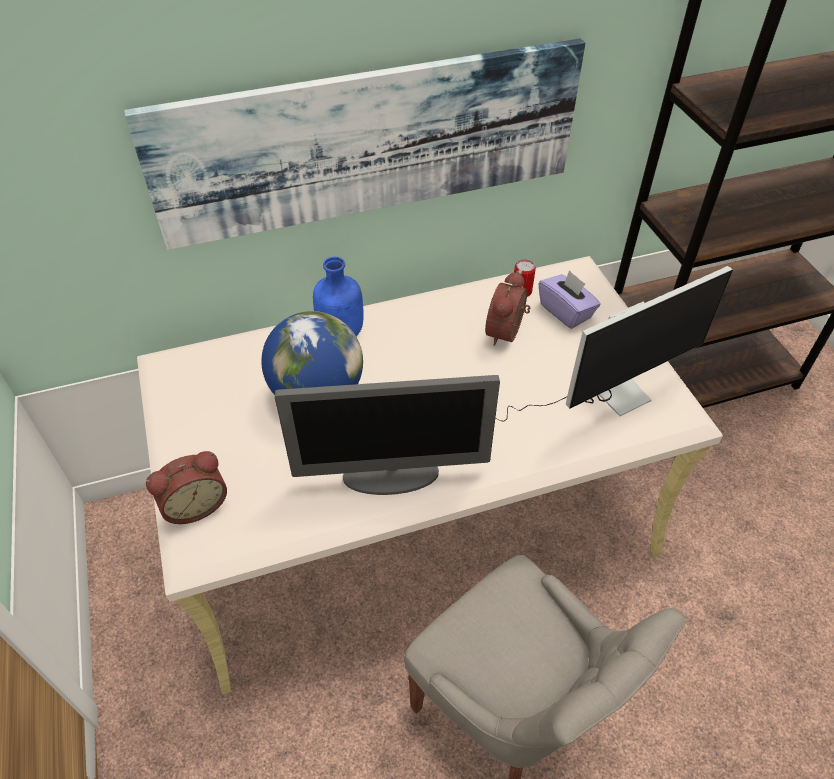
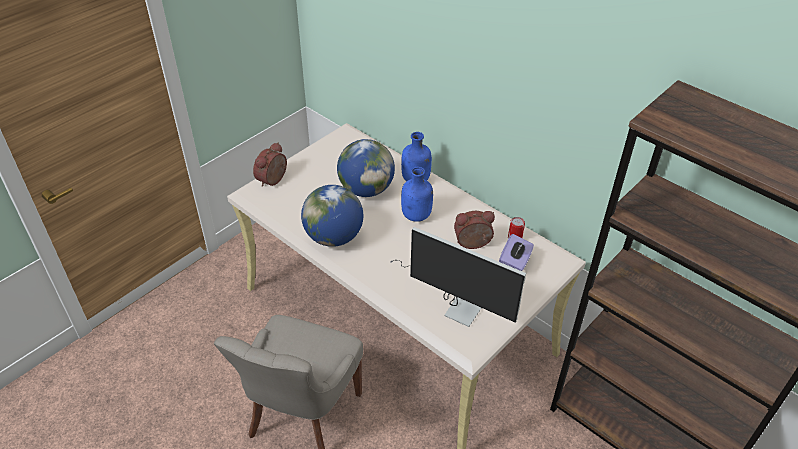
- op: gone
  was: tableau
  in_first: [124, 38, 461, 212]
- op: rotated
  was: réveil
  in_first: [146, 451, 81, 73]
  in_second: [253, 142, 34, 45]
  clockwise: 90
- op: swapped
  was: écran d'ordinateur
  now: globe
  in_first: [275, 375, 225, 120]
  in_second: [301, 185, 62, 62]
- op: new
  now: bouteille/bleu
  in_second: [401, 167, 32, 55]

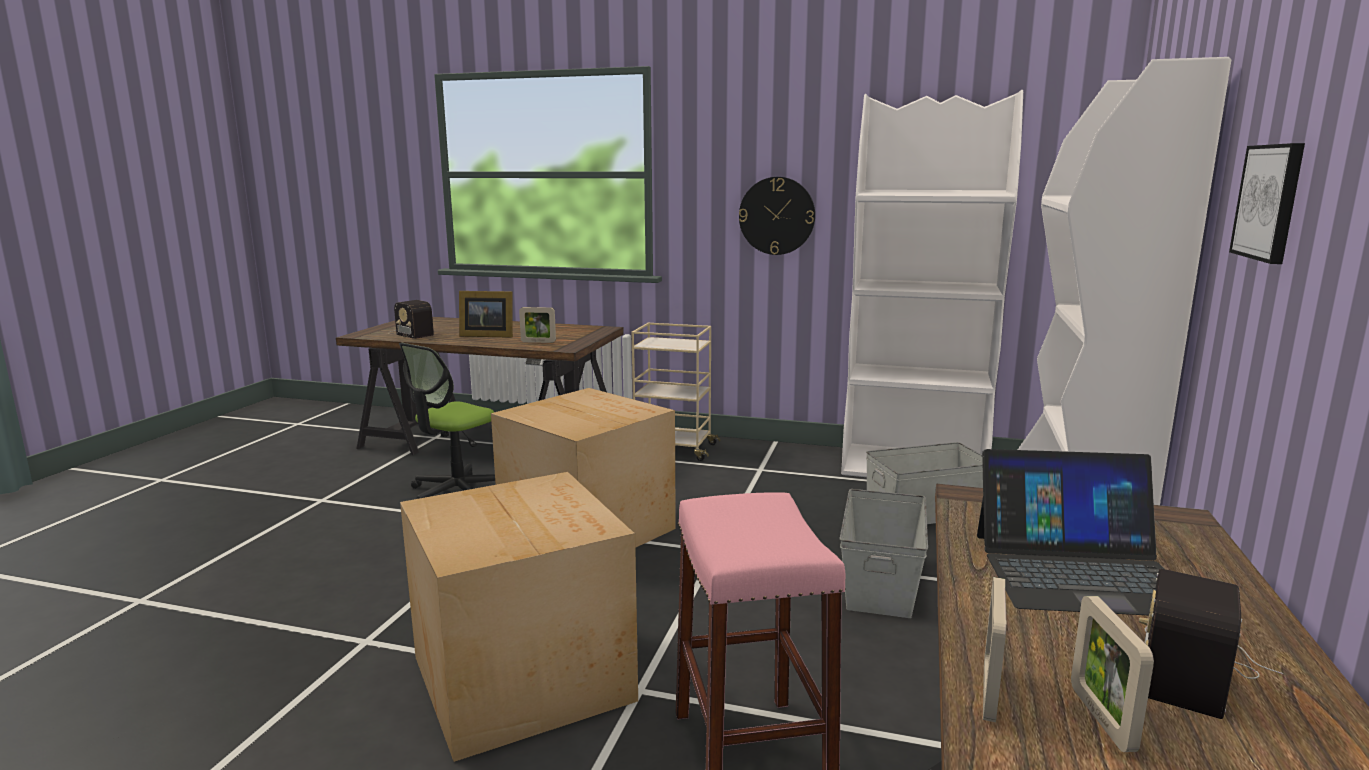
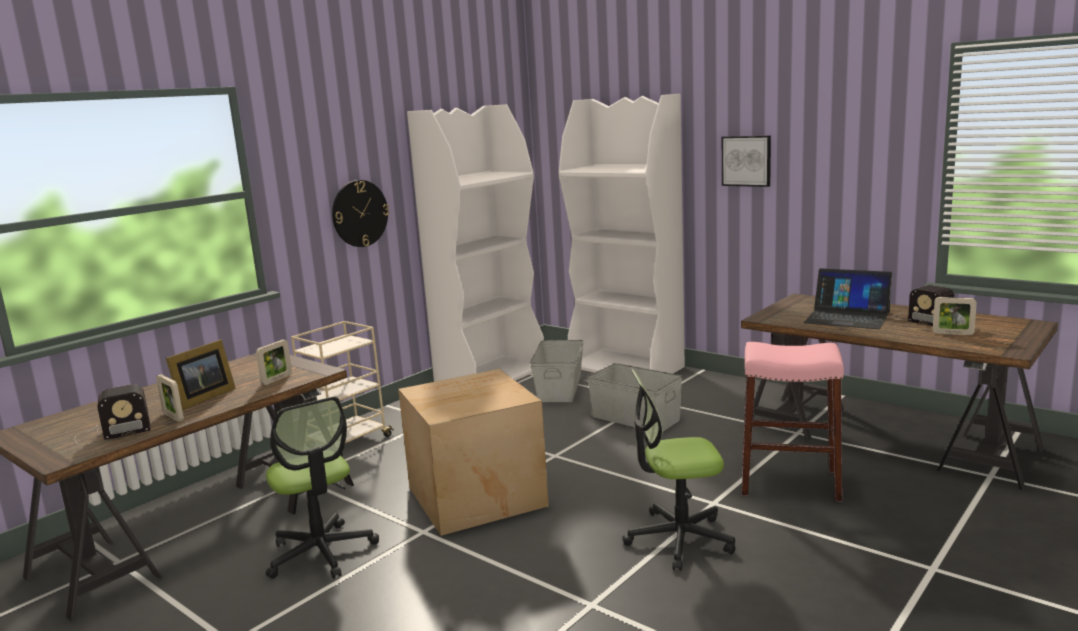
- op: swapped
  was: carton
  now: chaise de bureau
  in_first: [400, 472, 238, 290]
  in_second: [622, 369, 114, 202]
- op: rotated
  was: ordinateur portable
  in_first: [977, 449, 187, 166]
  in_second: [804, 268, 88, 61]
  clockwise: 90
- op: shifted
  was: cadre photo
  in_first: [983, 577, 23, 145]
  in_second: [156, 374, 28, 48]

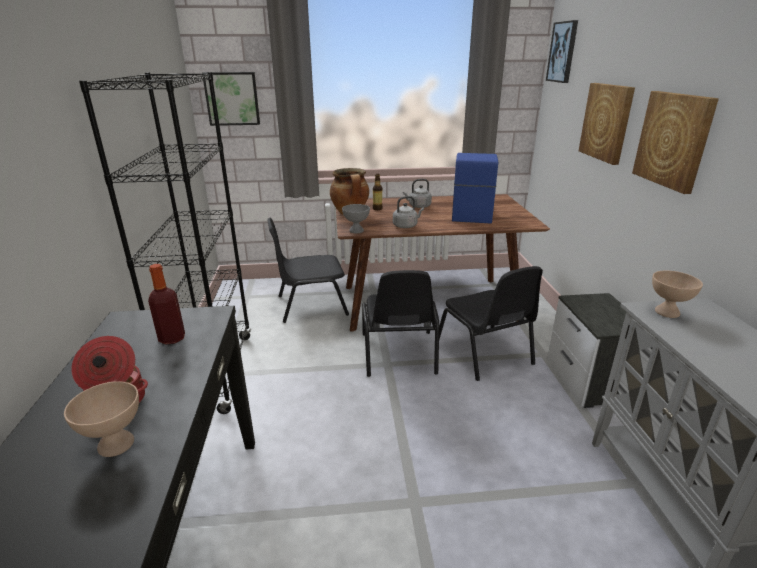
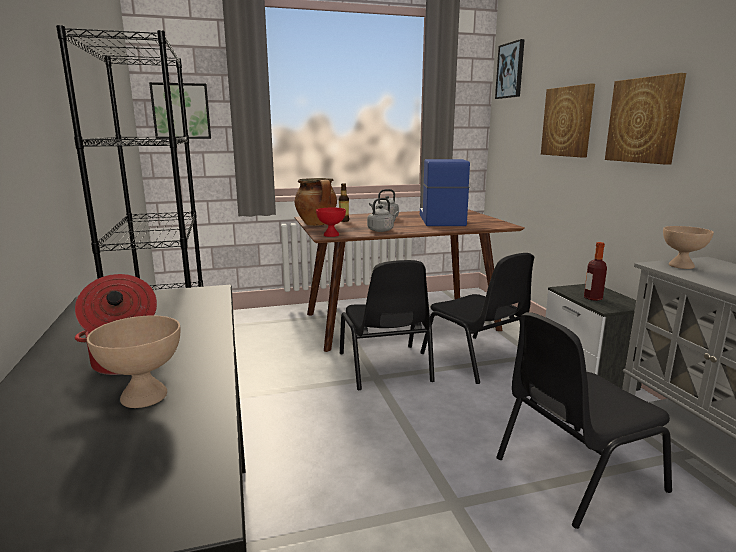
- op: shifted
  was: bouteille
  in_first: [148, 264, 37, 81]
  in_second: [584, 242, 23, 59]
- op: shifted
  was: chaise/noir
  in_first: [267, 218, 82, 105]
  in_second: [496, 312, 176, 217]
- op: repainted
  was: bol/gris
  now: bol/rouge
  in_first: [342, 204, 28, 29]
  in_second: [316, 207, 30, 30]

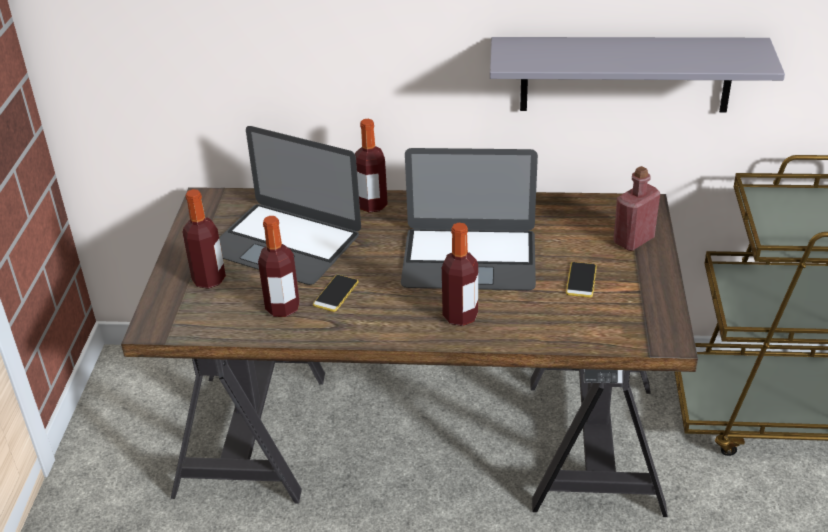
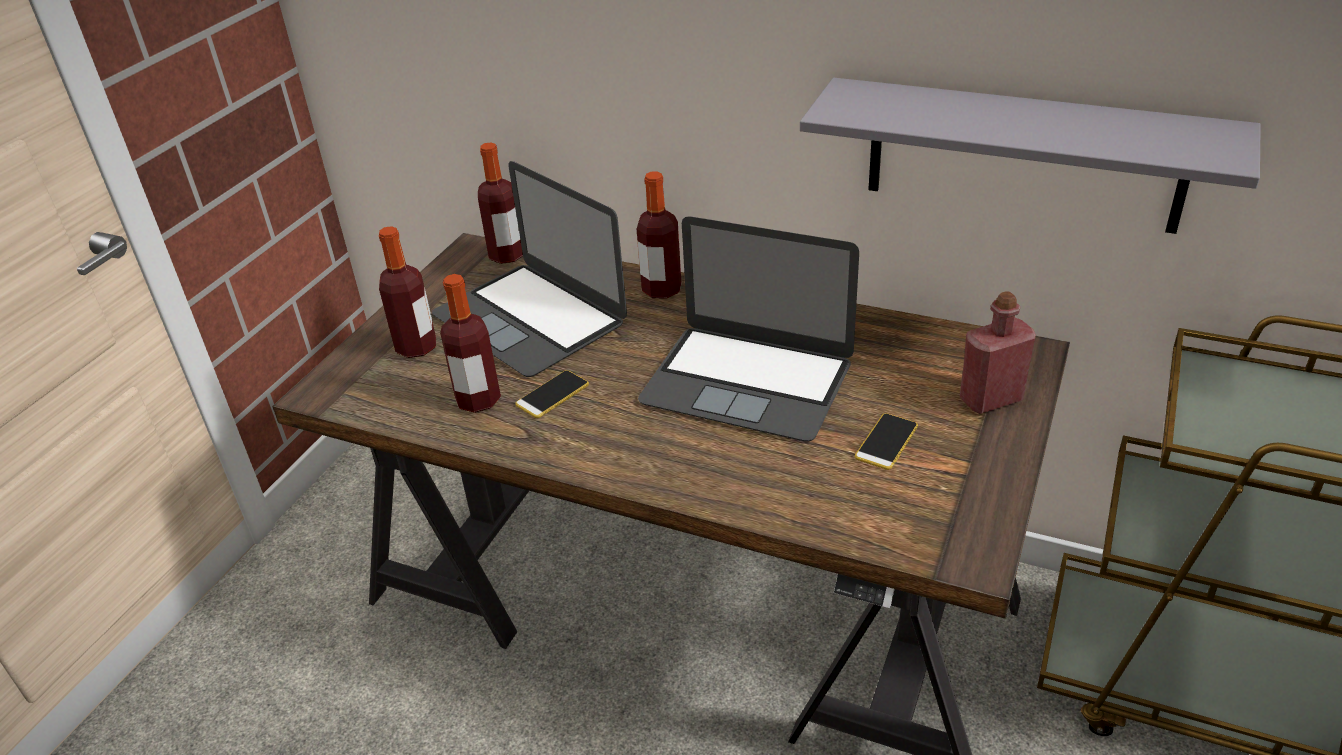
- op: shifted
  was: bouteille
  in_first: [442, 223, 36, 103]
  in_second: [478, 142, 45, 122]

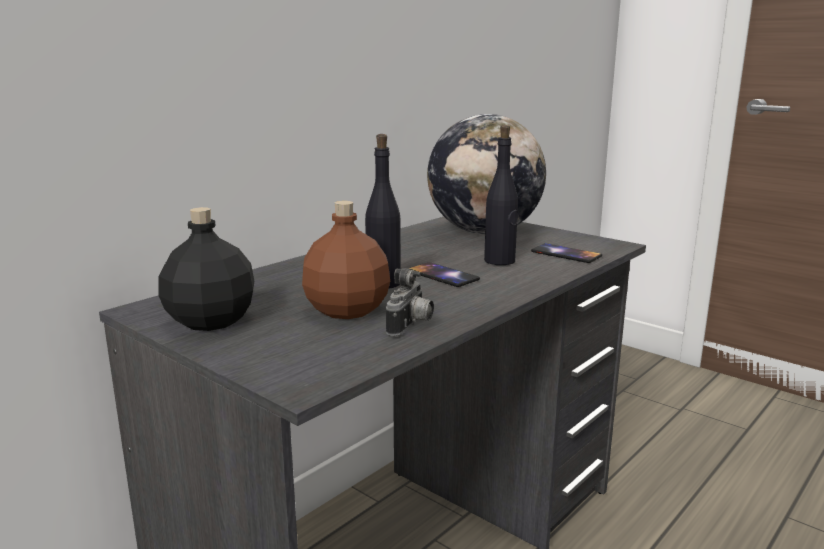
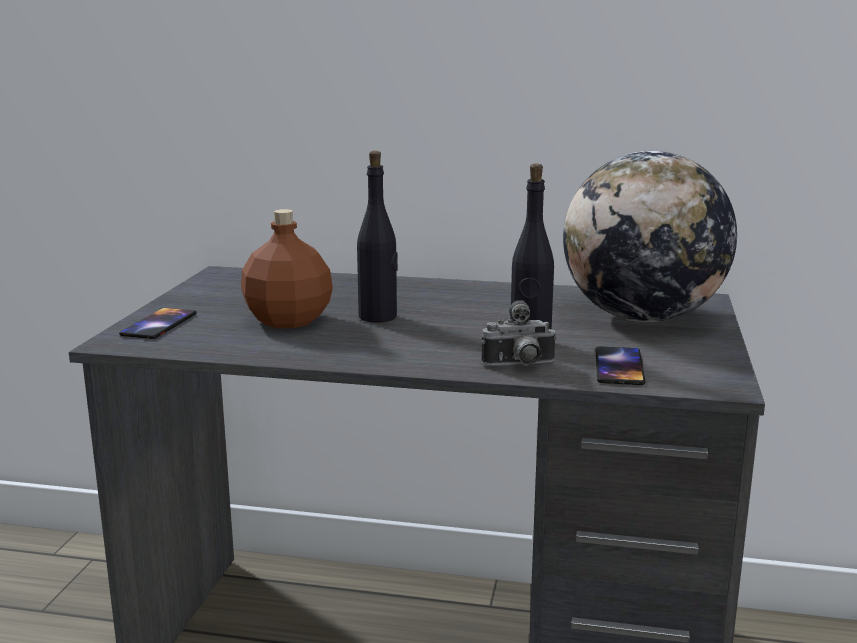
- op: gone
  was: bouteille/noir
  in_first: [158, 207, 96, 124]
- op: shifted
  was: appareil photo
  in_first: [386, 268, 48, 68]
  in_second: [481, 300, 76, 66]
- op: shifted
  was: téléphone
  in_first: [409, 262, 71, 25]
  in_second: [119, 308, 77, 31]

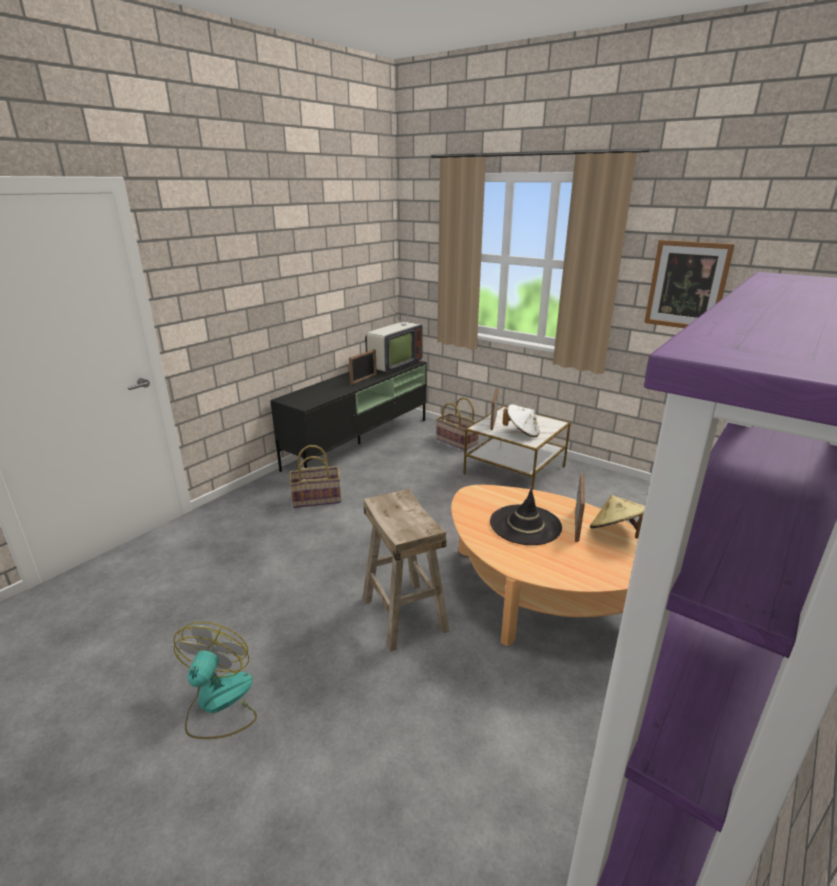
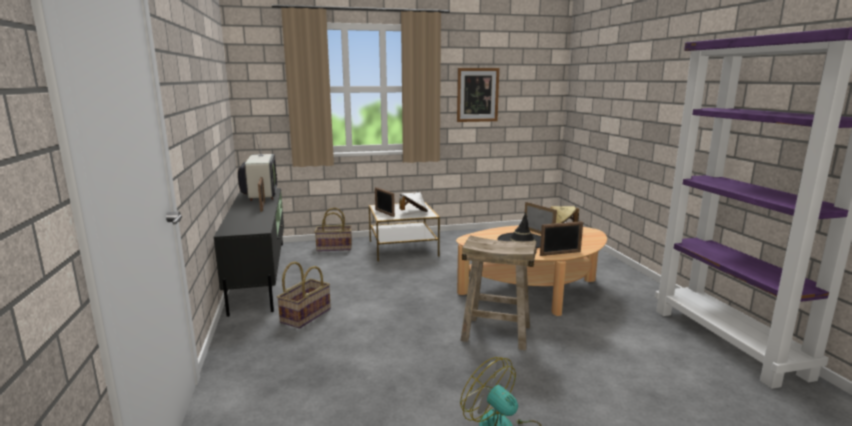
- op: new
  now: cadre photo
  in_second: [540, 221, 43, 35]

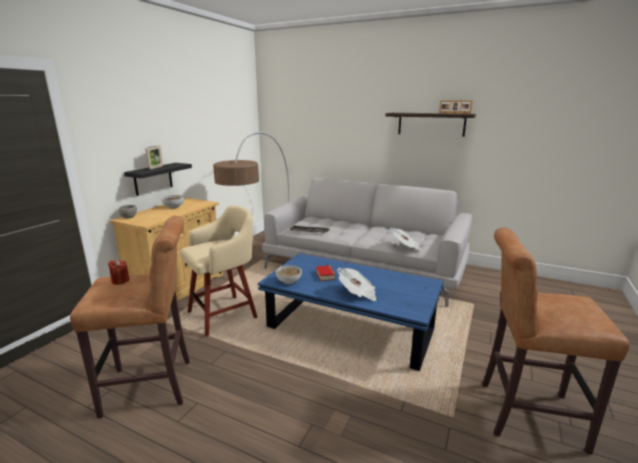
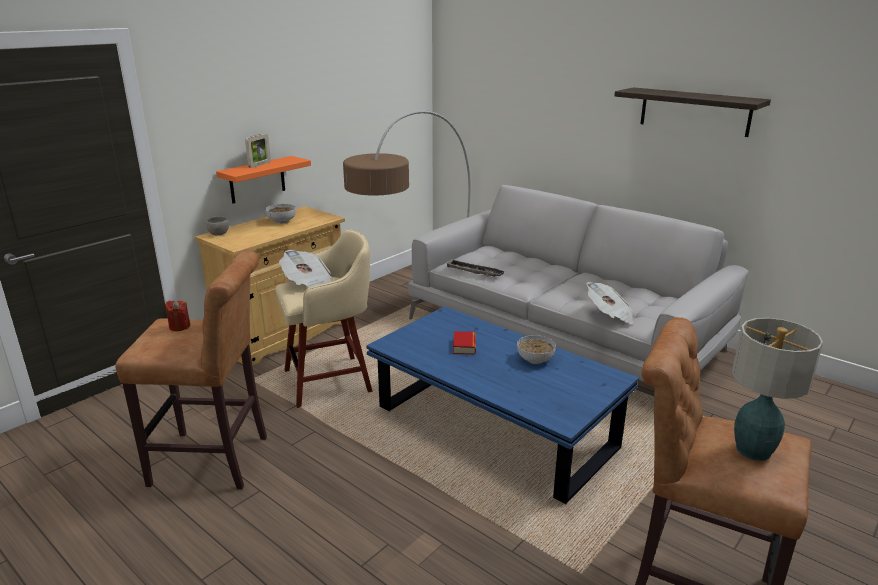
- op: repainted
  was: étagère/noir
  now: étagère/orange
  in_first: [124, 163, 68, 33]
  in_second: [216, 156, 95, 47]
- op: shifted
  was: bol
  in_first: [276, 265, 26, 19]
  in_second: [517, 335, 39, 29]
- op: shifted
  was: journal
  in_first: [337, 268, 39, 33]
  in_second: [279, 250, 55, 38]
- op: gone
  was: cadre photo
  in_first: [439, 101, 33, 13]
- op: new
  now: lampe de table
  in_second: [732, 318, 91, 143]

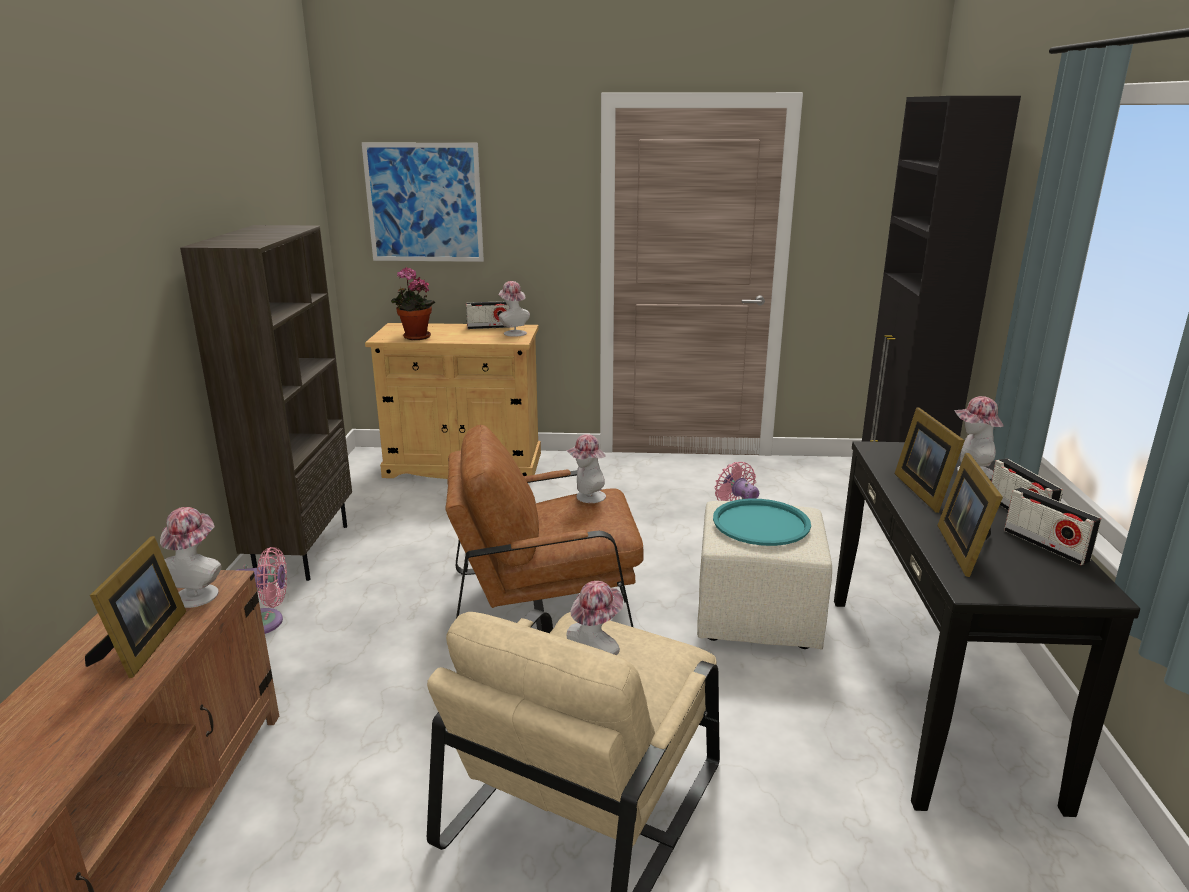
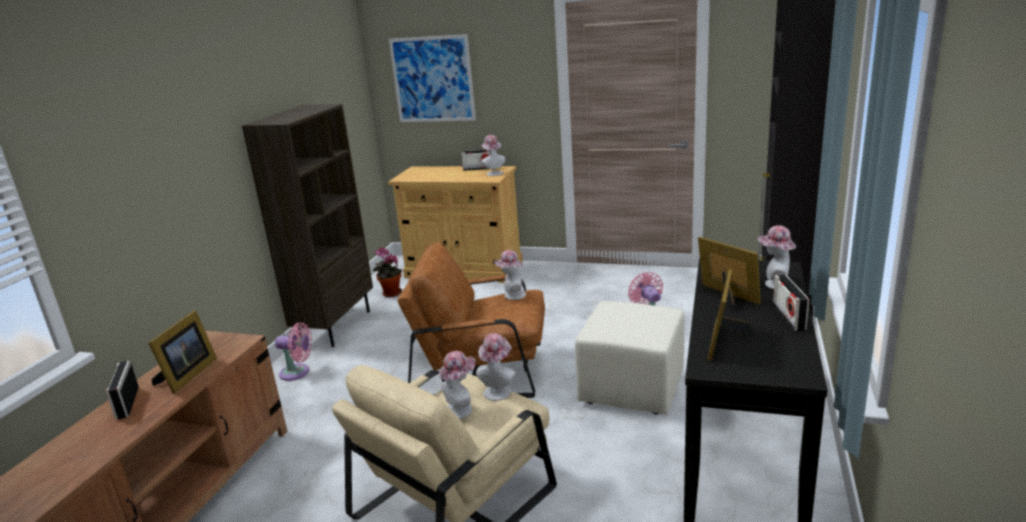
- op: shifted
  was: chapeau
  in_first: [160, 507, 61, 101]
  in_second: [476, 333, 39, 68]
- op: shifted
  was: plante en pot
  in_first: [391, 267, 44, 73]
  in_second: [373, 247, 29, 50]
- op: gone
  was: plateau/turquoise
  in_first: [713, 498, 98, 48]
- op: rotated
  was: cadre photo
  in_first: [894, 408, 71, 105]
  in_second: [698, 237, 63, 74]
  clockwise: 135
- op: shifted
  was: radio
  in_first: [1004, 487, 97, 78]
  in_second: [106, 361, 33, 59]

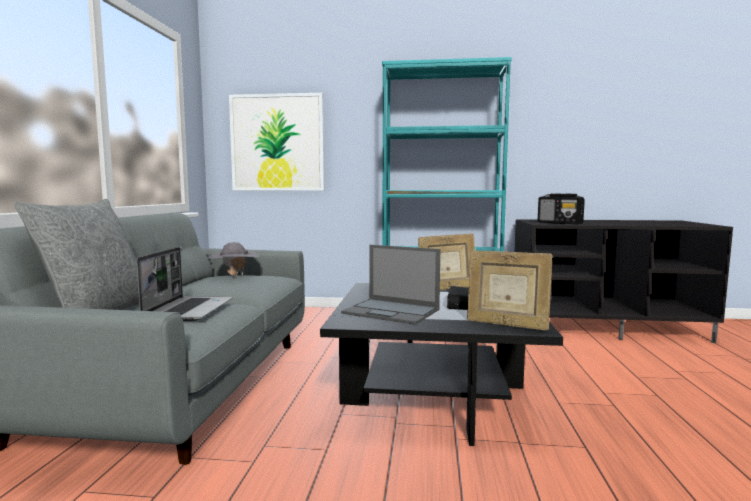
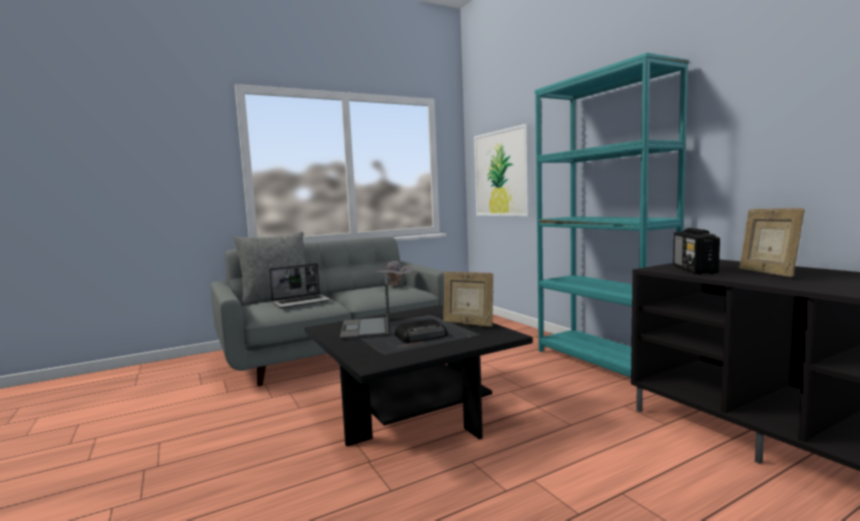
- op: shifted
  was: cadre photo
  in_first: [467, 250, 86, 80]
  in_second: [740, 208, 65, 69]

